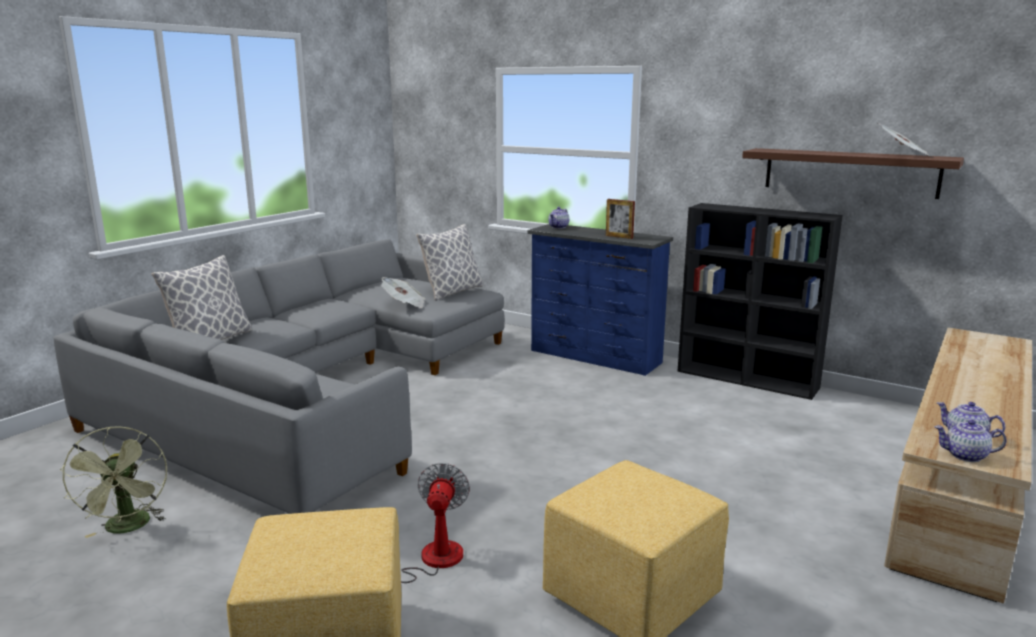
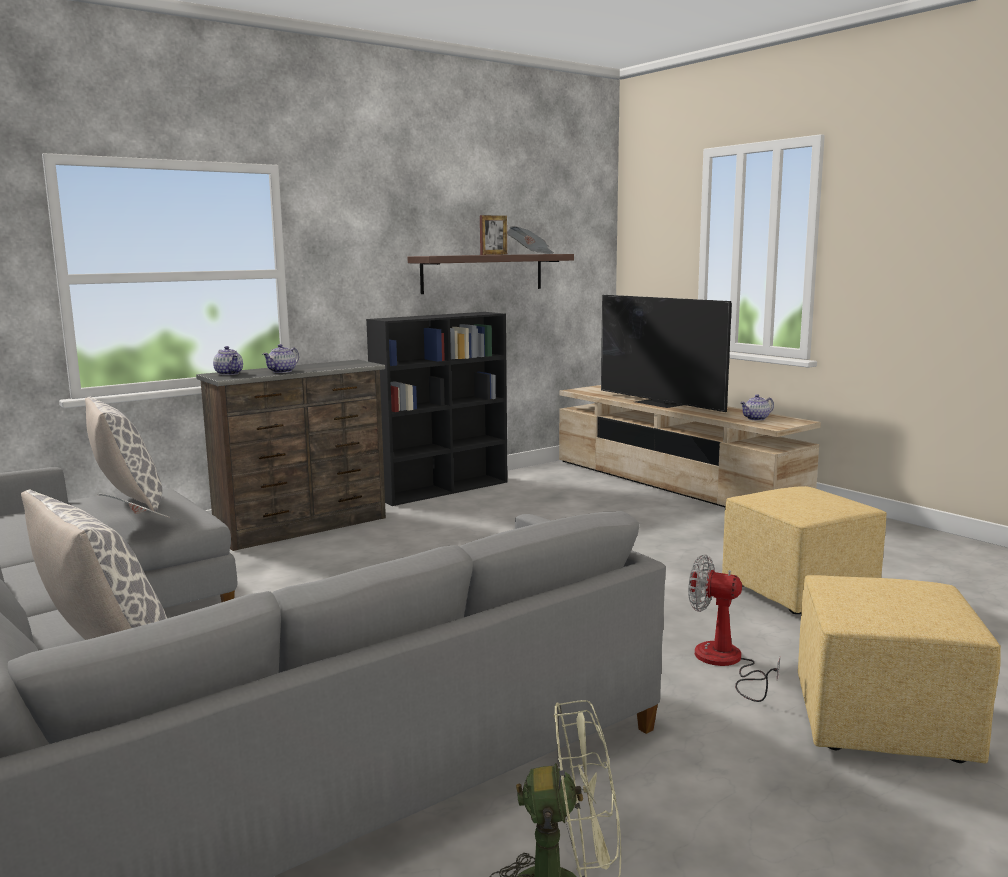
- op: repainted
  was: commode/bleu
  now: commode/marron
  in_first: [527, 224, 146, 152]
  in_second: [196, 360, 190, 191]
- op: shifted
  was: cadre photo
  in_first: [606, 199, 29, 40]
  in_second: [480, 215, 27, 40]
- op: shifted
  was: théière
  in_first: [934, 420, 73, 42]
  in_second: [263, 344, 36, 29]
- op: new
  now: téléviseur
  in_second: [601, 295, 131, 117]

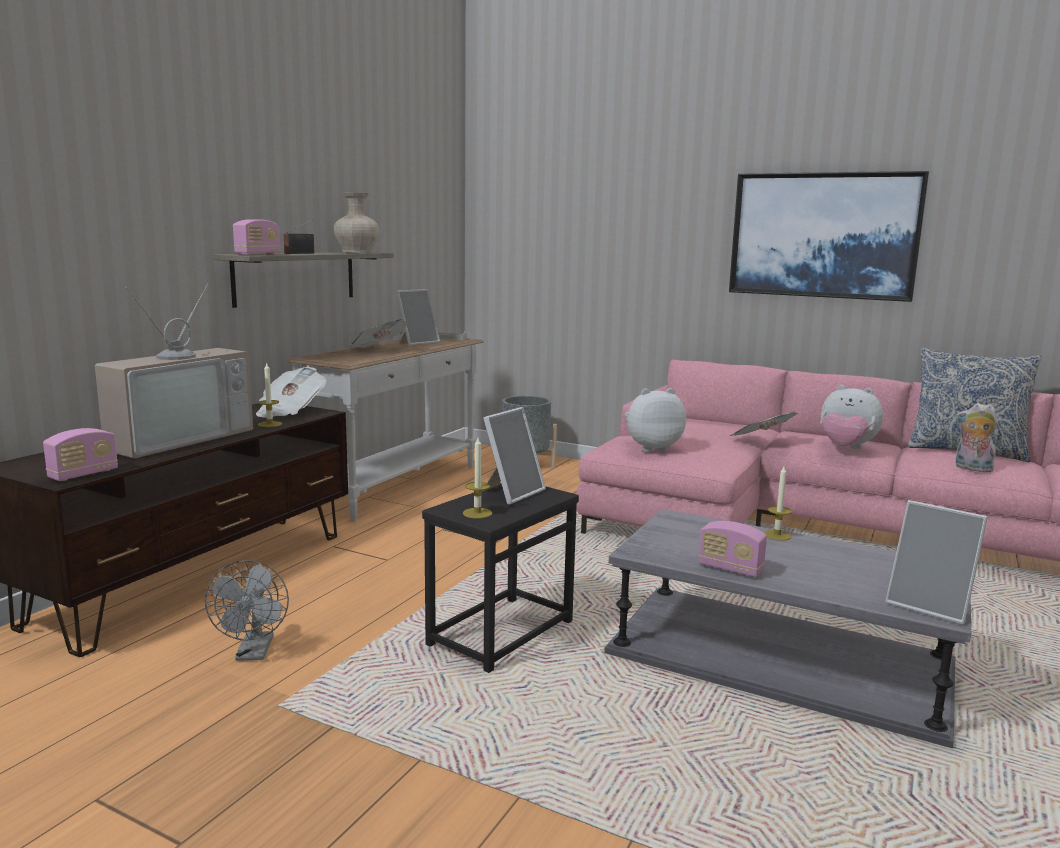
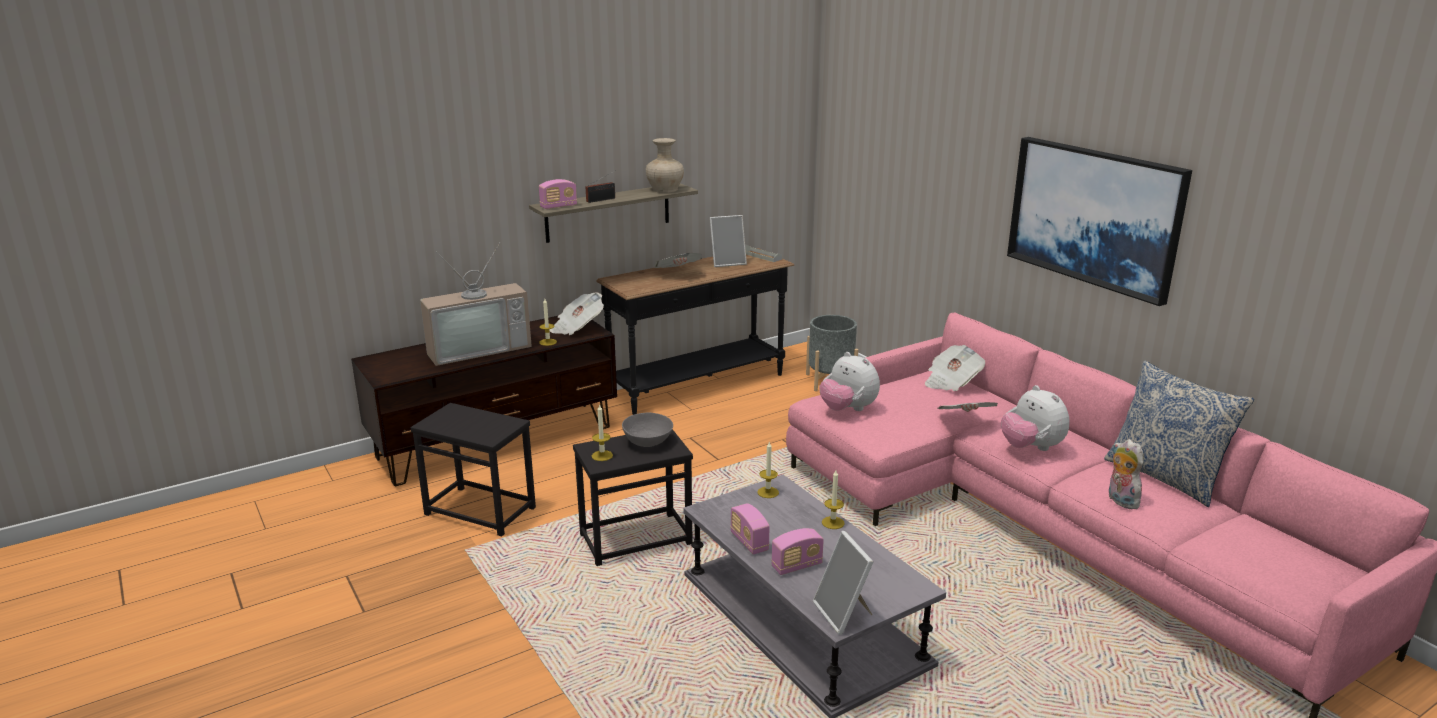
- op: shifted
  was: radio
  in_first: [43, 428, 75, 53]
  in_second: [771, 528, 53, 47]
- op: swapped
  was: ventilateur/gris
  now: table d'appoint/noir
  in_first: [205, 560, 84, 101]
  in_second: [411, 403, 125, 133]
- op: repainted
  was: table console/blanc
  now: table console/noir
  in_first: [288, 338, 195, 184]
  in_second: [596, 248, 198, 167]
- op: swapped
  was: cadre photo
  now: bol/gris
  in_first: [482, 407, 64, 97]
  in_second: [622, 413, 51, 34]
- op: rotated
  was: peluche
  in_first: [625, 388, 61, 64]
  in_second: [820, 352, 60, 59]
  clockwise: -150
- op: new
  now: bougie
  in_second: [757, 442, 22, 56]
- op: new
  now: journal
  in_second: [925, 345, 60, 46]

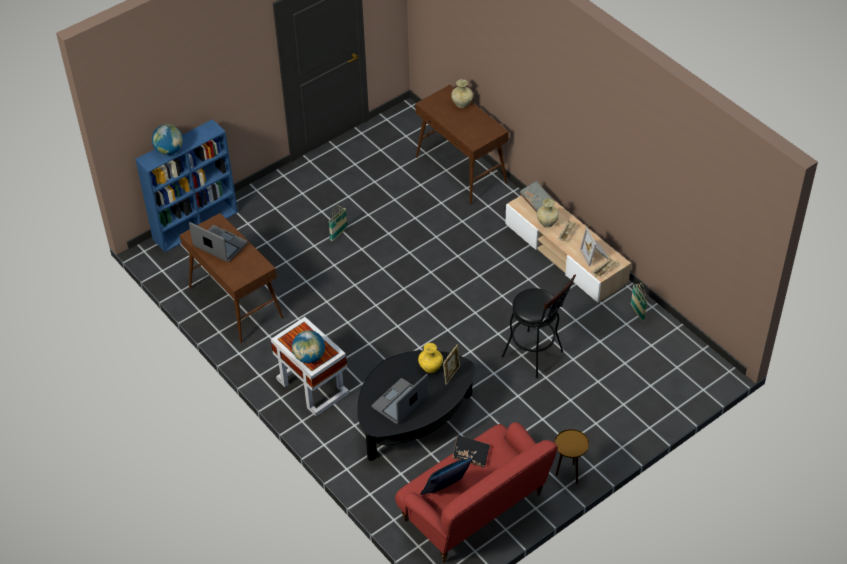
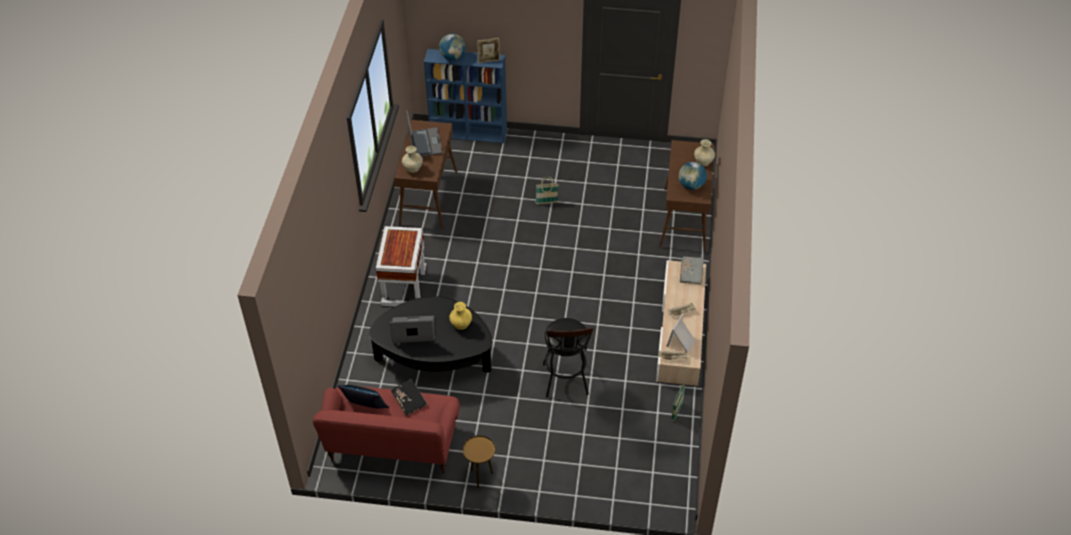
- op: shifted
  was: globe
  in_first: [292, 330, 33, 33]
  in_second: [679, 162, 28, 28]
- op: shifted
  was: cadre photo
  in_first: [443, 345, 17, 40]
  in_second: [477, 38, 23, 25]
- op: shifted
  was: vase/beige
  in_first: [537, 199, 22, 28]
  in_second: [402, 146, 21, 27]

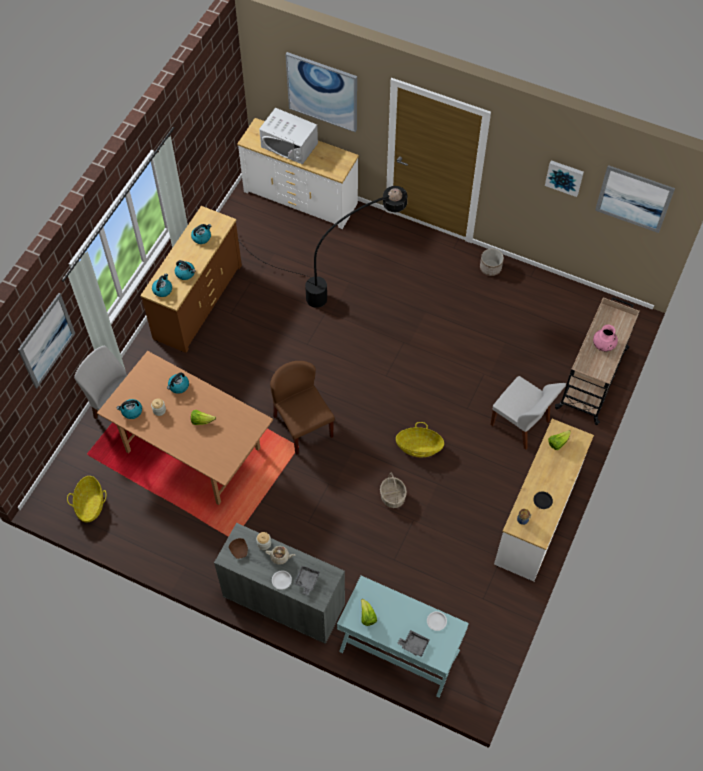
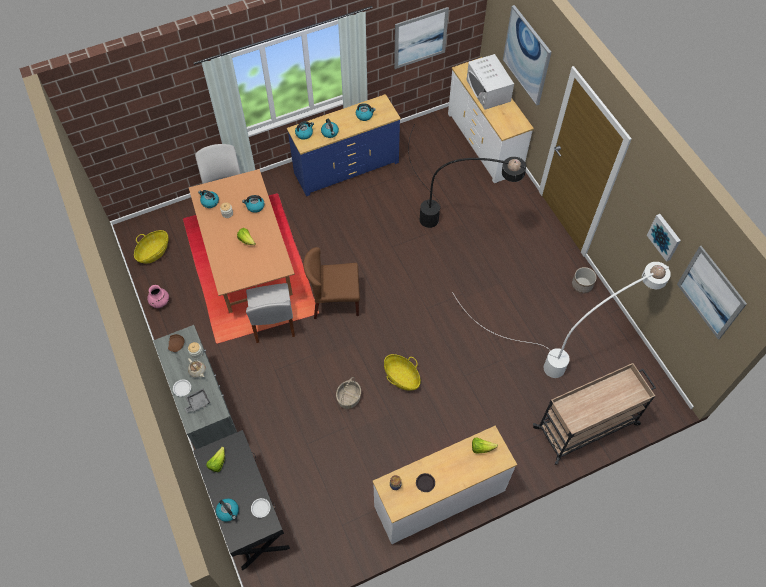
- op: shifted
  was: tableau
  in_first: [18, 293, 57, 95]
  in_second: [394, 7, 55, 62]
- op: repainted
  was: commode/marron
  now: commode/bleu
  in_first: [140, 206, 102, 147]
  in_second: [287, 94, 114, 102]
- op: rotated
  was: chaise/marron
  in_first: [270, 361, 65, 94]
  in_second: [303, 247, 57, 72]
  clockwise: -105
- op: repainted
  was: table console/turquoise
  now: table console/noir
  in_first: [337, 576, 132, 122]
  in_second: [193, 430, 97, 140]
- op: swapped
  was: plateau/gris
  now: bouilloire
  in_first: [397, 630, 32, 27]
  in_second: [216, 498, 23, 24]
- op: shifted
  was: chaise/blanc
  in_first: [490, 376, 76, 74]
  in_second: [246, 283, 49, 60]
- op: shifted
  was: vase/rose
  in_first: [593, 324, 25, 28]
  in_second: [147, 285, 22, 23]
- op: new
  now: lampadaire/blanc
  in_second: [452, 262, 219, 116]

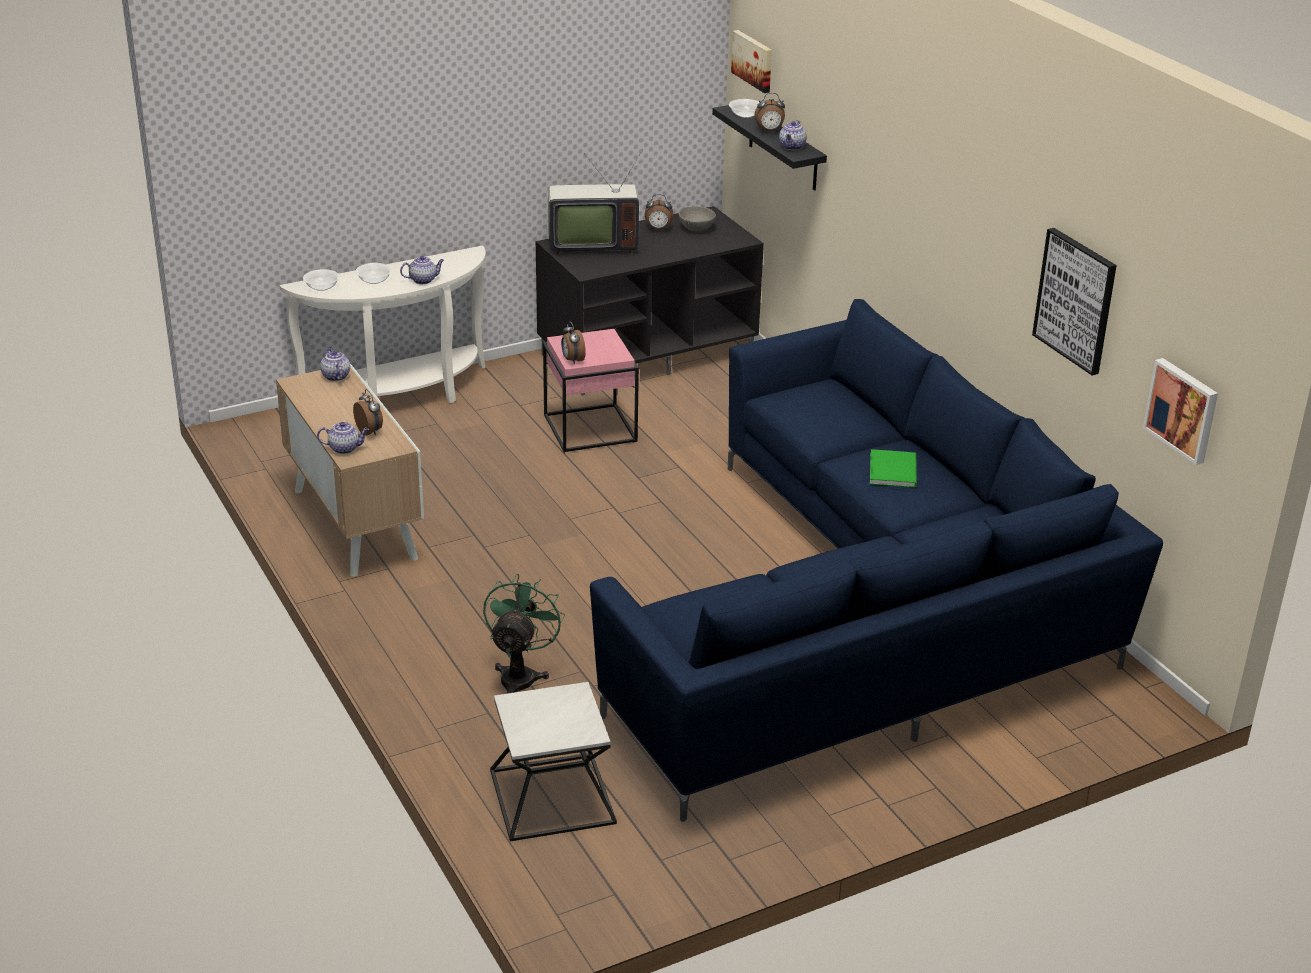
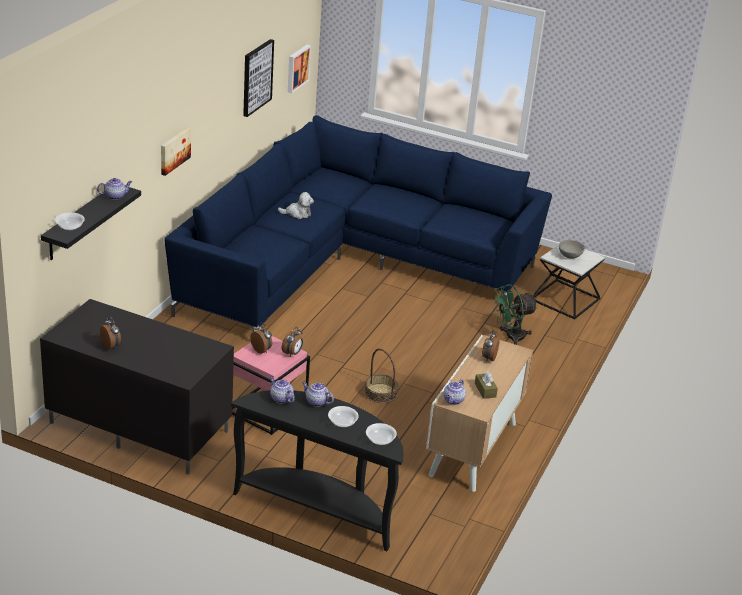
- op: repainted
  was: table console/blanc
  now: table console/noir
  in_first: [279, 246, 207, 157]
  in_second: [231, 390, 172, 161]
- op: shifted
  was: théière
  in_first: [317, 422, 52, 32]
  in_second: [270, 376, 25, 28]
- op: gone
  was: téléviseur
  in_first: [548, 149, 95, 106]
- op: shifted
  was: bol/gris
  in_first: [678, 206, 38, 25]
  in_second: [559, 240, 26, 19]
- op: shifted
  was: tableau
  in_first: [731, 30, 41, 63]
  in_second: [161, 128, 30, 48]
- op: shifted
  was: réveil
  in_first: [754, 93, 31, 39]
  in_second: [250, 323, 22, 31]
- op: swapped
  was: livre/vert
  now: peluche
  in_first: [870, 449, 47, 38]
  in_second: [278, 192, 36, 27]
- op: new
  now: panier
  in_second: [364, 348, 34, 55]
- op: new
  now: boîte à mouchoirs/marron
  in_second: [475, 371, 23, 28]

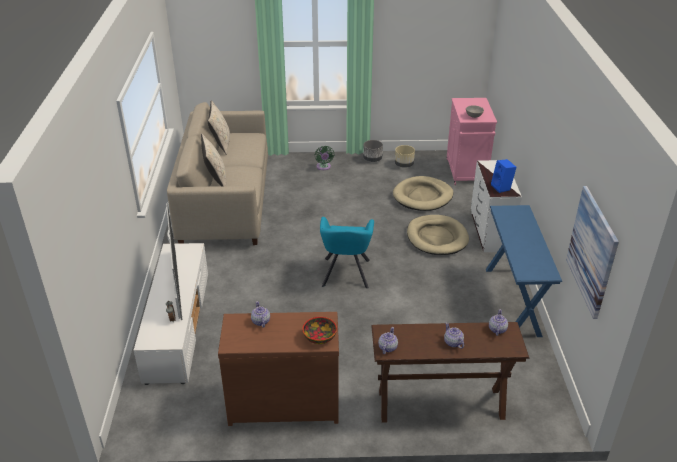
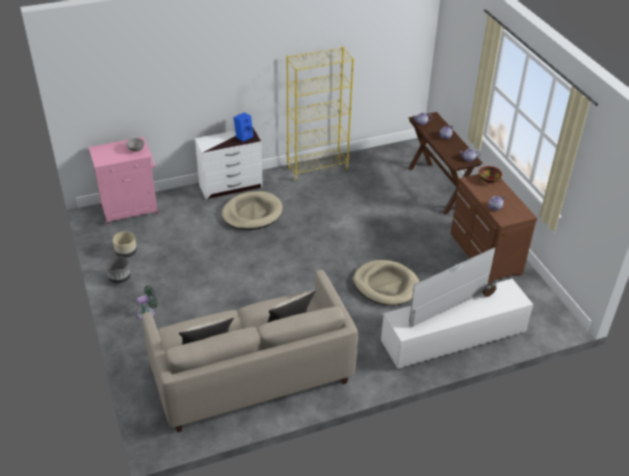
- op: gone
  was: fauteuil/turquoise
  in_first: [320, 217, 54, 72]
- op: shifted
  was: panier pour chien/beige
  in_first: [393, 176, 60, 35]
  in_second: [353, 260, 67, 46]
- op: swapped
  was: table console/bleu
  now: bibliothèque/jaune
  in_first: [486, 205, 76, 132]
  in_second: [286, 46, 68, 135]
- op: gone
  was: tableau
  in_first: [566, 186, 53, 133]

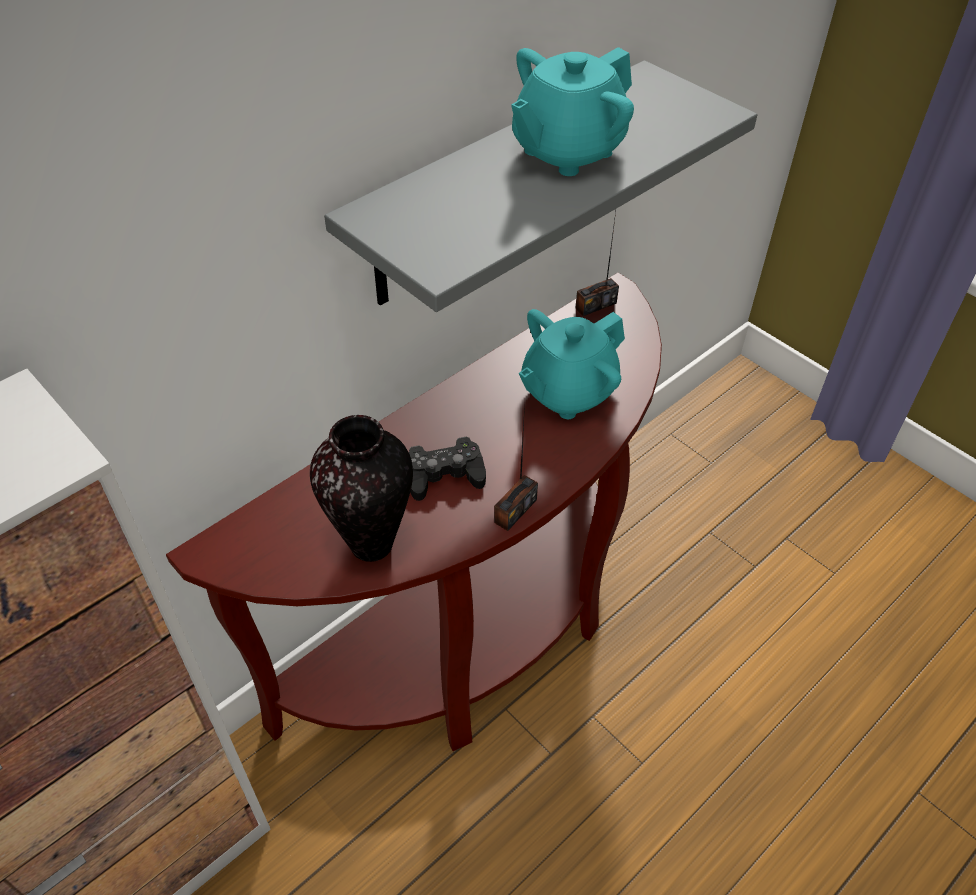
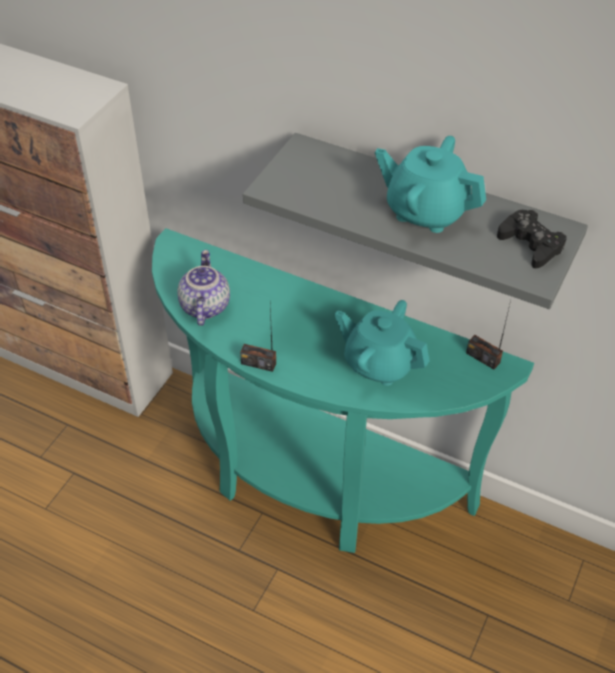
- op: repainted
  was: table console/marron
  now: table console/turquoise
  in_first: [166, 273, 496, 478]
  in_second: [152, 228, 382, 325]
- op: swapped
  was: vase
  now: théière
  in_first: [310, 415, 103, 147]
  in_second: [177, 250, 53, 76]
- op: shifted
  was: manette/noir
  in_first: [409, 437, 77, 64]
  in_second: [497, 210, 70, 58]

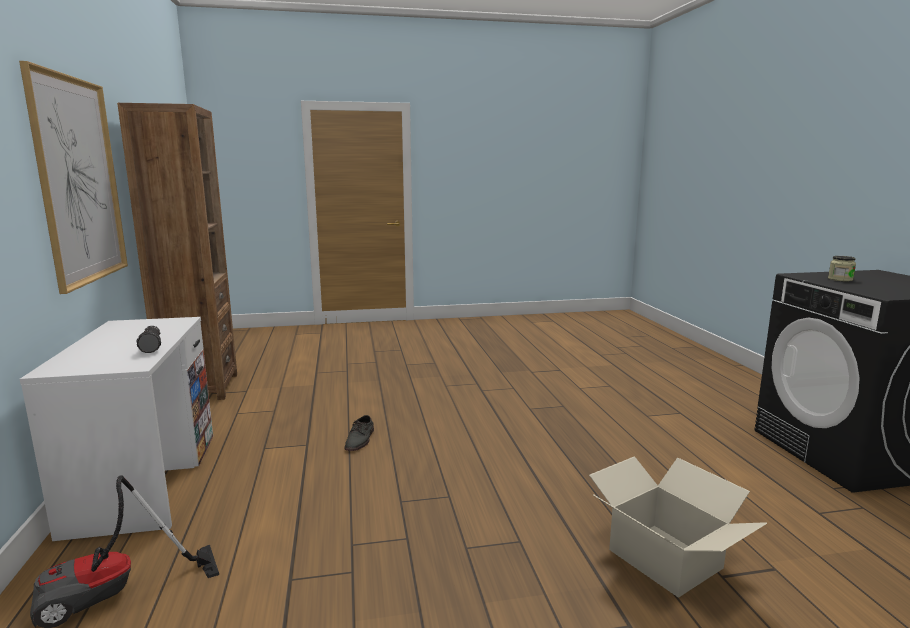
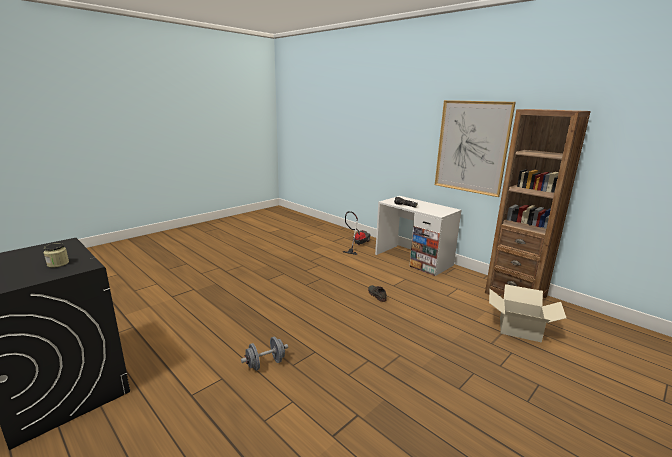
- op: shifted
  was: carton
  in_first: [589, 457, 178, 141]
  in_second: [489, 284, 77, 59]
- op: new
  now: haltère/gris
  in_second: [241, 337, 47, 34]

